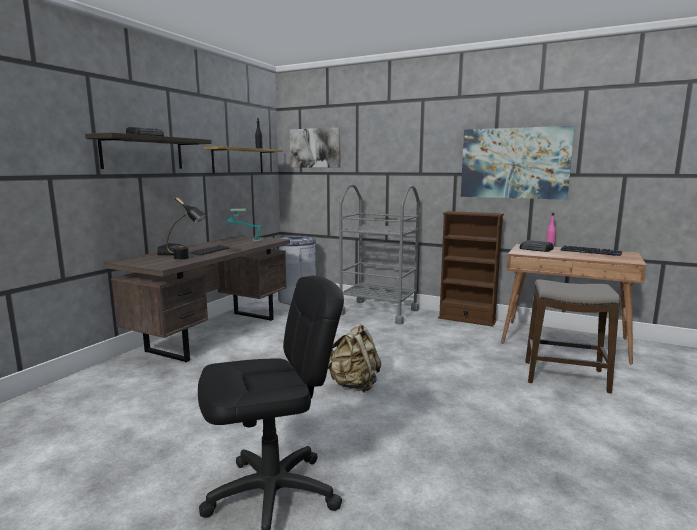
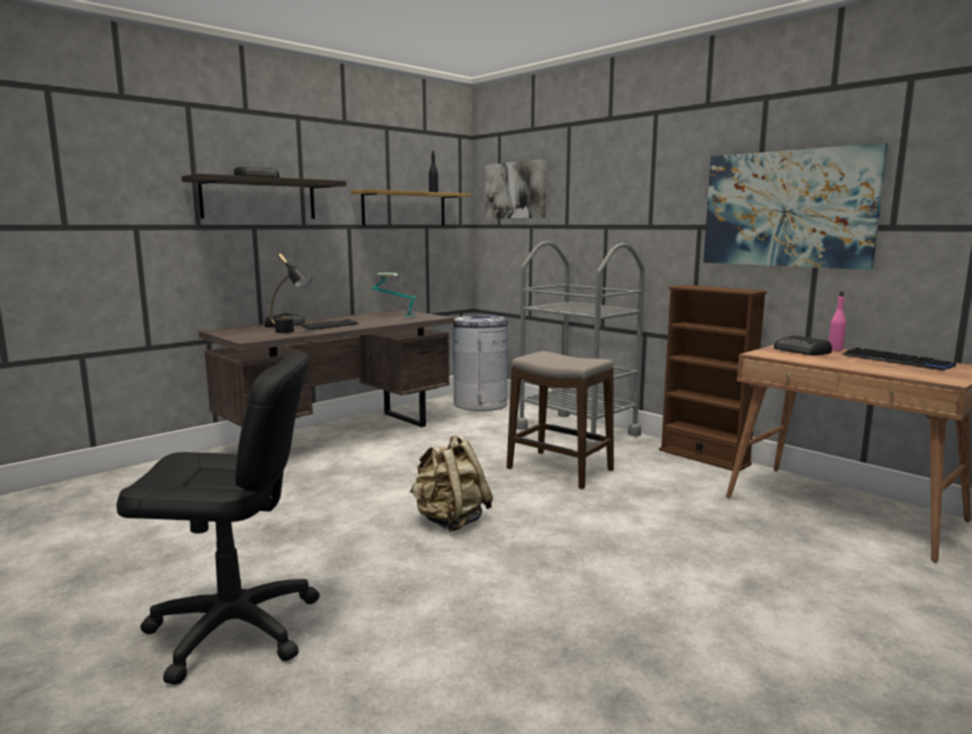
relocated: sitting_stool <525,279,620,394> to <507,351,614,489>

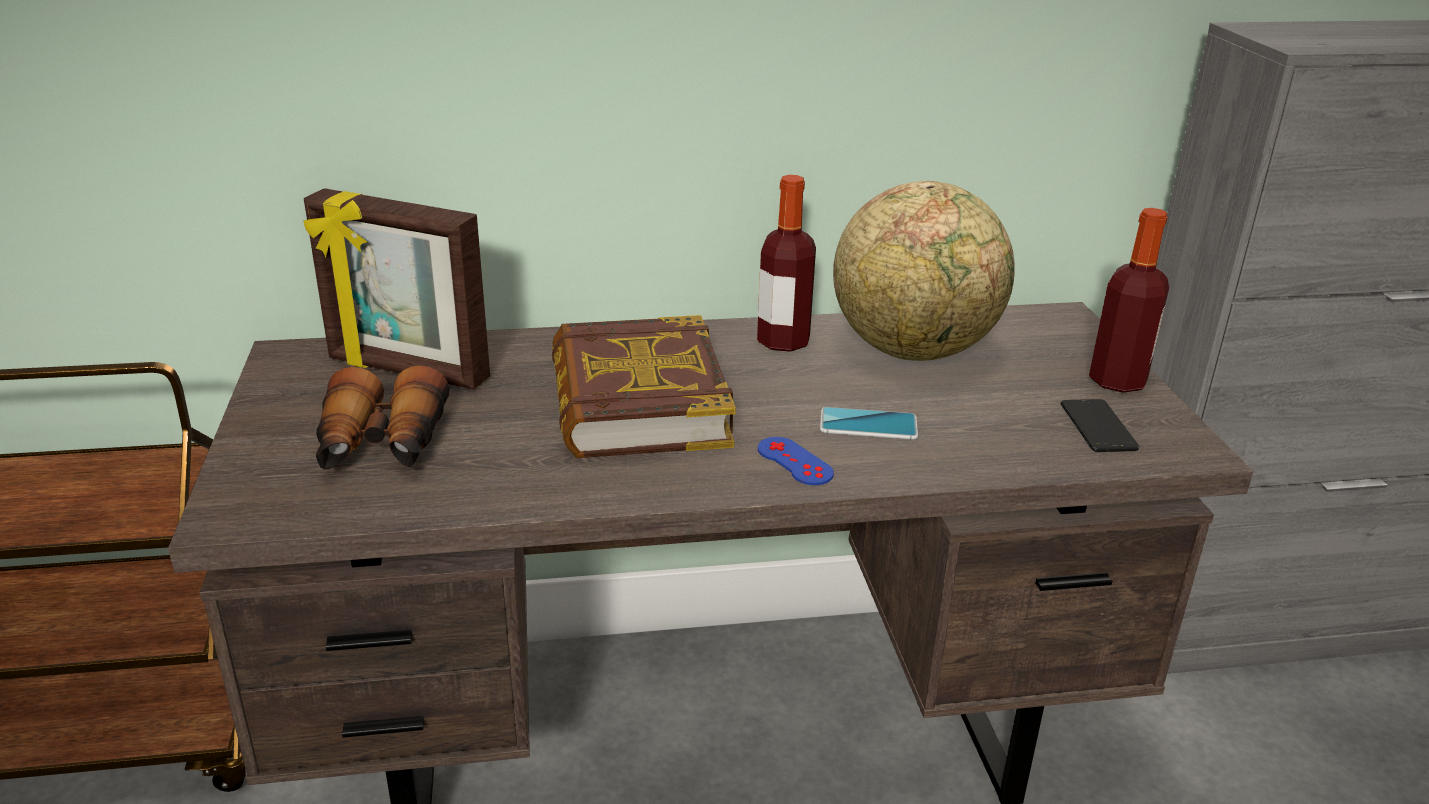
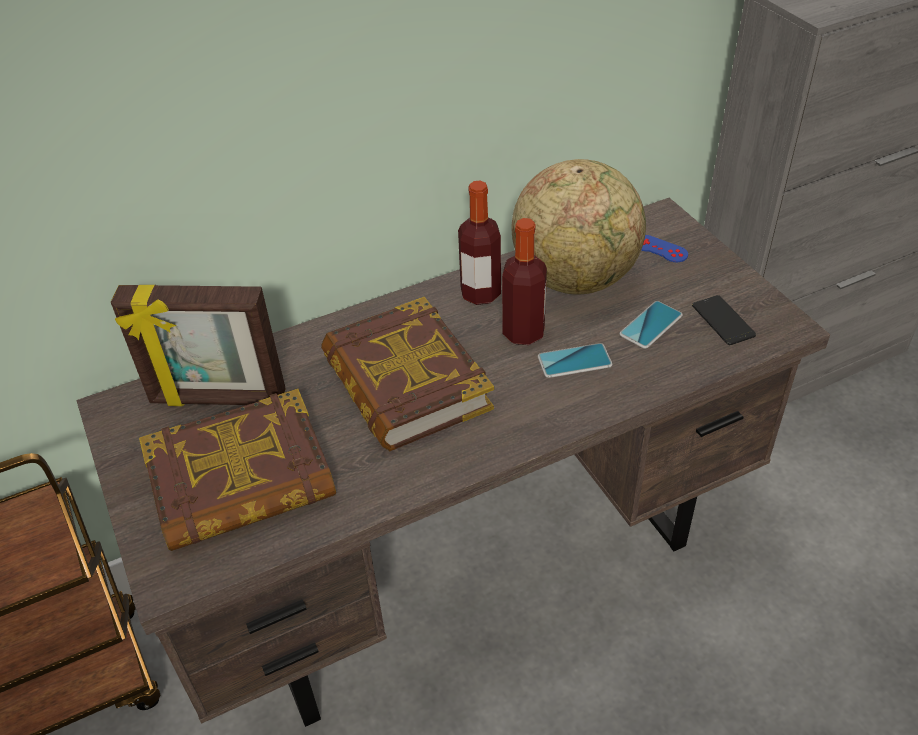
appeared: handset <619,301,683,349>
relocated: blue_joypad <758,437,834,485> to <641,235,688,262>; drink_bottle <1089,208,1169,393> to <502,218,547,345>
exchanged: pair_of_binoculars <316,366,450,469> to book <139,389,336,551>

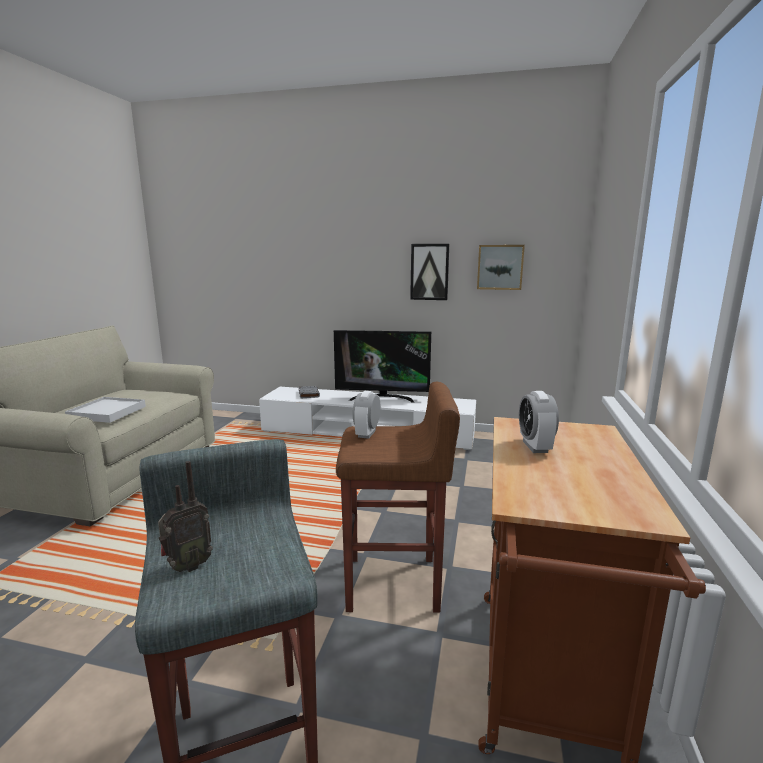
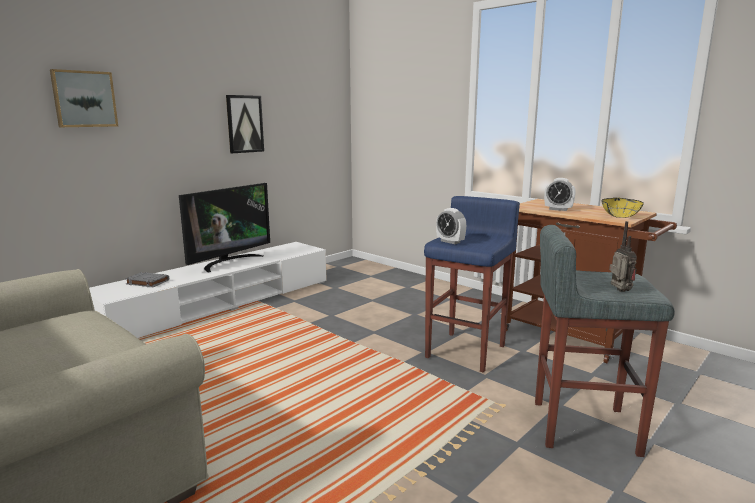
missing: white-coloured_carrying_tray <65,397,146,423>
appeared: yellowish_serving_bowl <601,198,644,218>
relocated: wall_art <477,245,525,290> to <50,69,118,127>
colour: brownish_sitting_stool <336,382,460,612> to blue_sitting_stool <424,196,520,373>

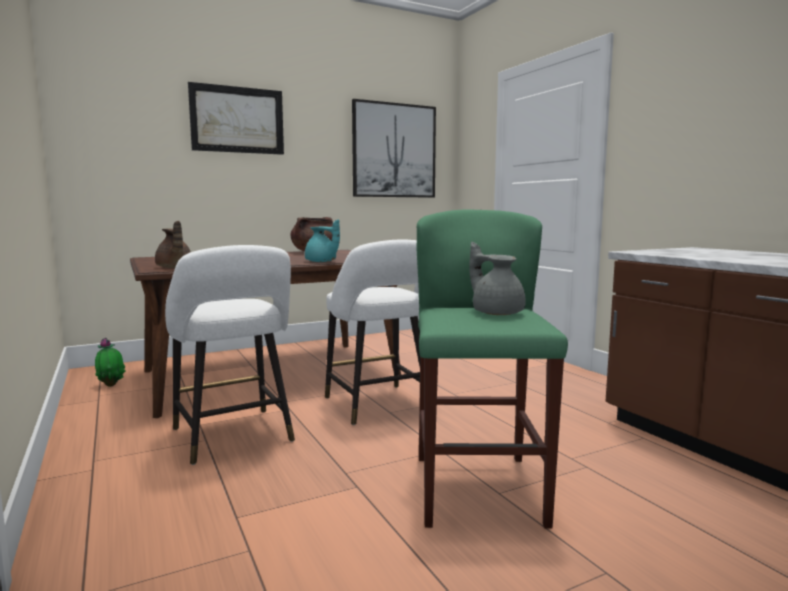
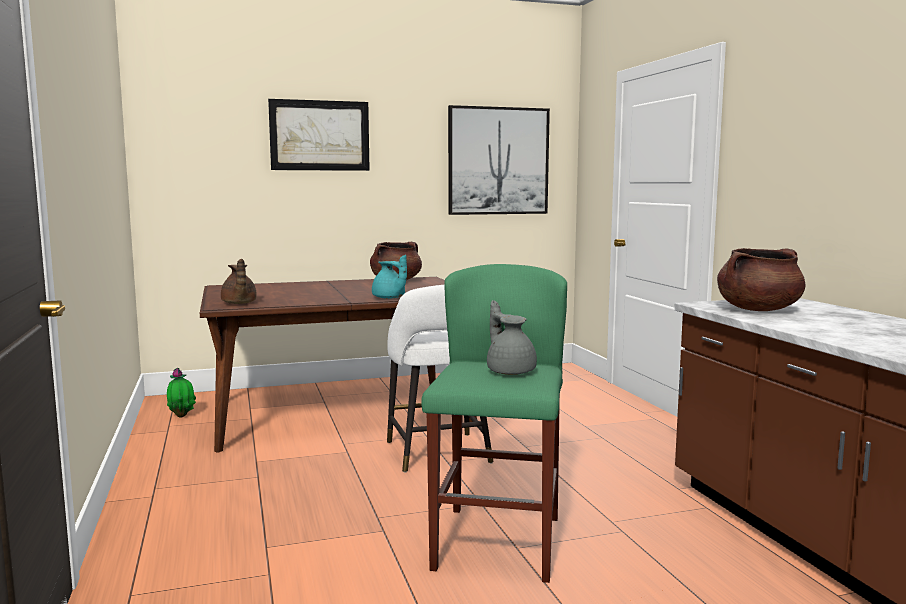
missing: white-coloured_sitting_stool <165,245,295,465>
appeared: brownish_saucepot <717,248,805,311>

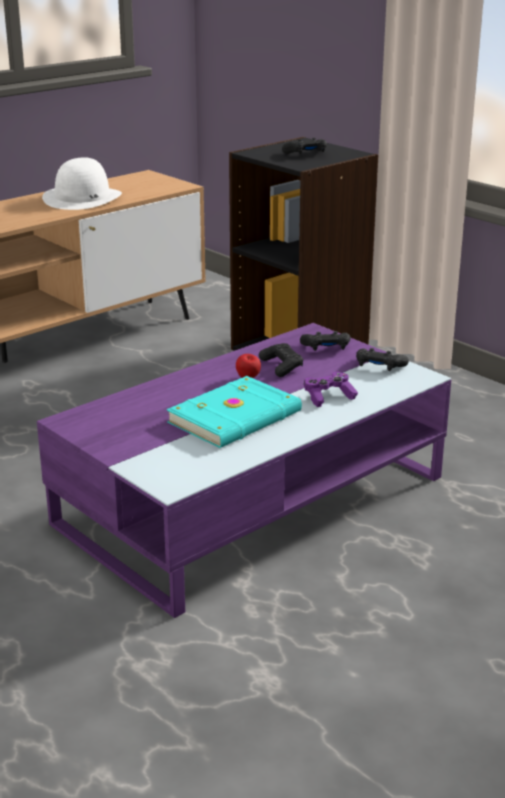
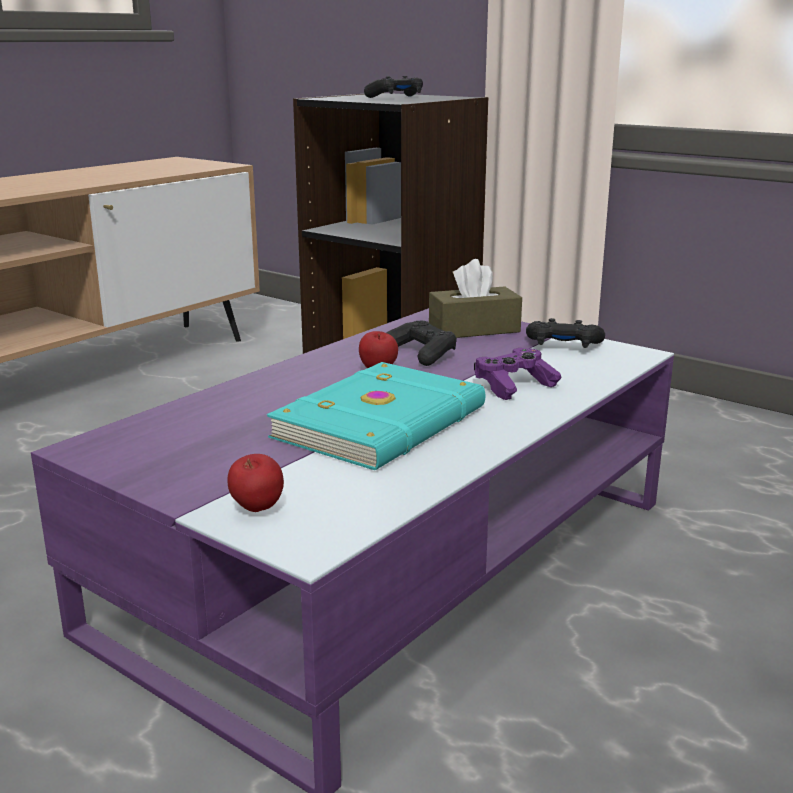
missing: white-coloured_hat <42,157,122,210>
appeared: apple <227,454,284,512>
exchanged: black_joypad <300,331,351,351> to brownish_tissue_box <429,259,522,338>

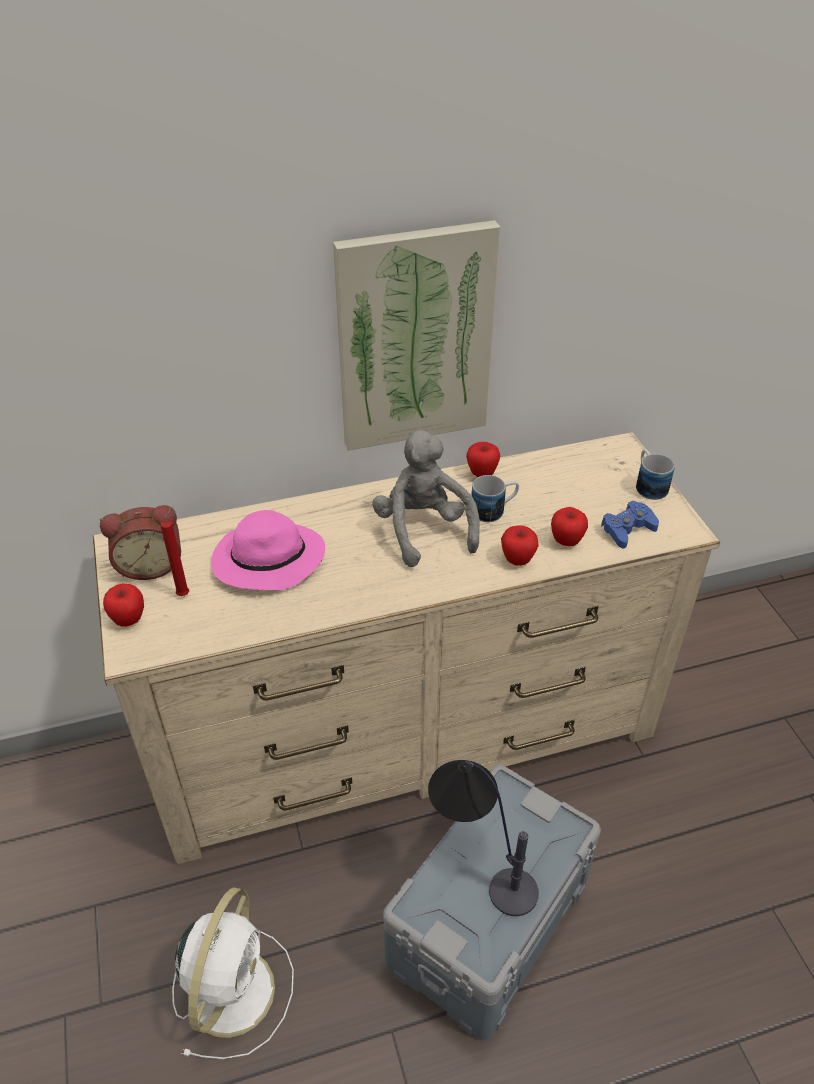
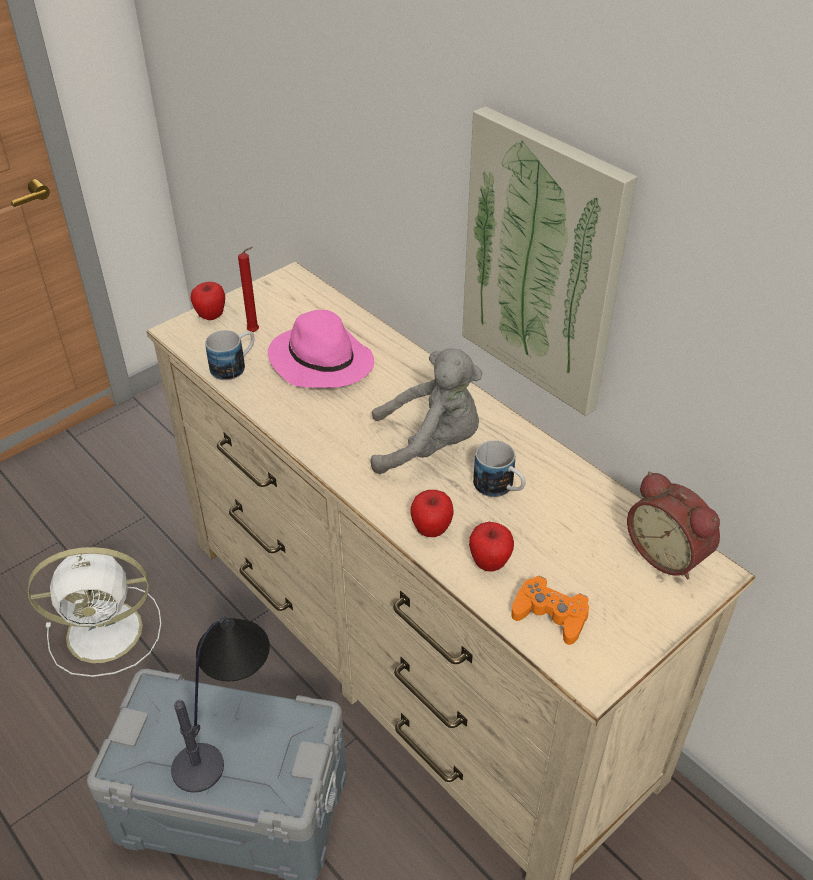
missing: apple <466,442,500,477>
relocated: alarm_clock <100,505,181,580> to <627,472,720,579>; coffee_mug <636,449,675,500> to <205,330,254,380>
colour: blue_joypad <601,501,659,549> to orange_joypad <511,576,589,645>
spun: gray_plush_toy <372,430,480,567> = <371,349,482,474> 45 degrees clockwise

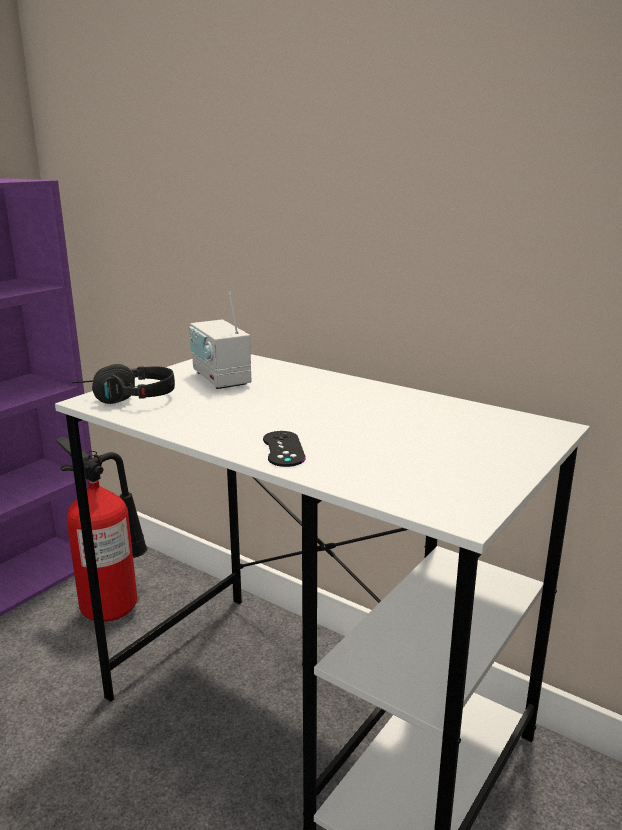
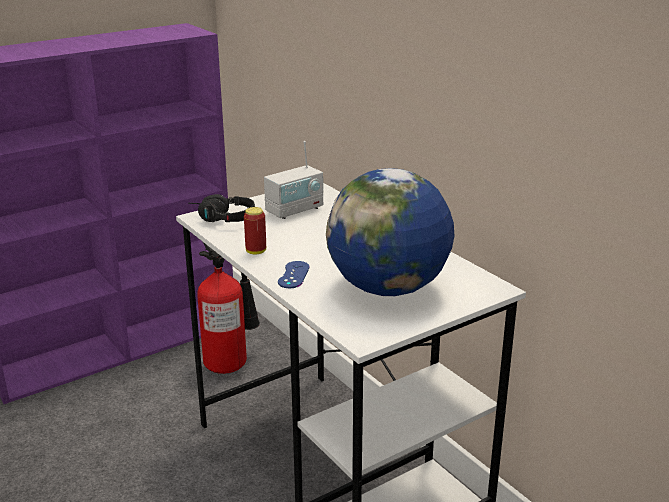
appeared: can <244,207,266,255>; world_globe <326,168,454,296>
colour: black_joypad <263,431,305,467> to blue_joypad <278,261,310,288>
spun: radio <189,291,251,389> = <264,141,323,219> 120 degrees counterclockwise

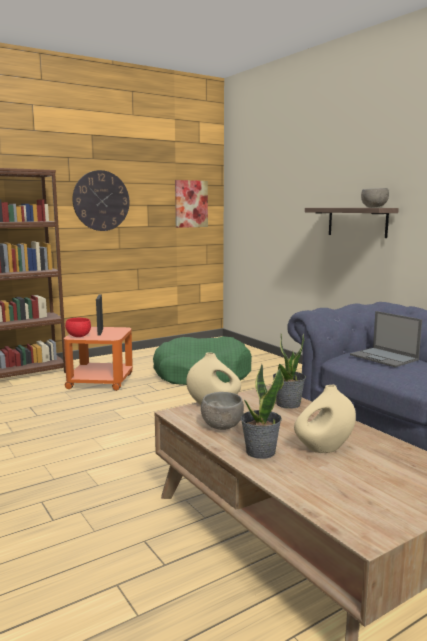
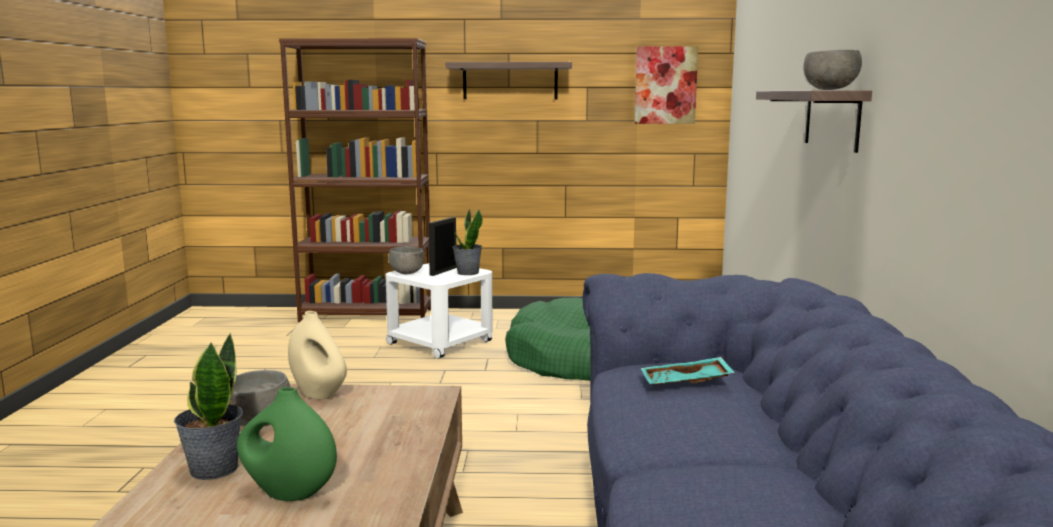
relocated: plant_in_a_pot <273,334,306,409> to <452,209,483,275>
exchanged: wall_clock <72,170,129,231> to shelf <446,62,572,99>; portable_computer <350,311,422,367> to blue-green_carrying_tray <641,357,735,385>
colour: orange_accent_table <64,327,133,391> to white-coloured_accent_table <385,263,493,359>; reddish_serving_bowl <65,318,91,337> to gray_serving_bowl <388,246,424,274>; beige_decorative_vase <294,385,356,453> to greenish_decorative_vase <237,387,337,501>

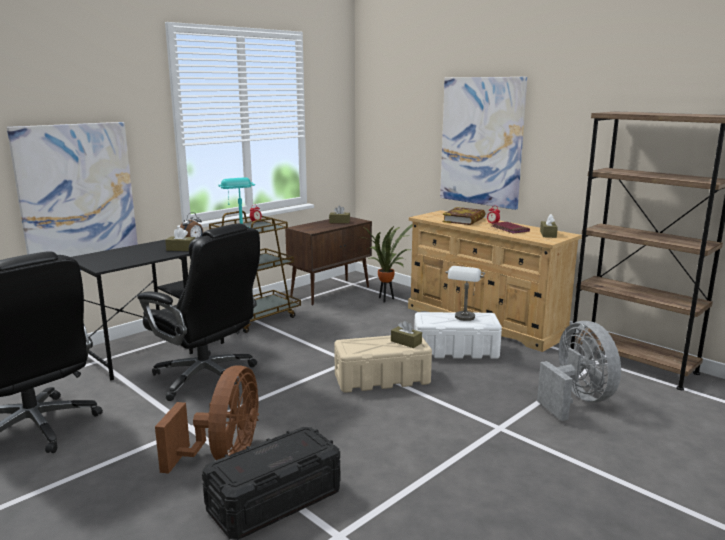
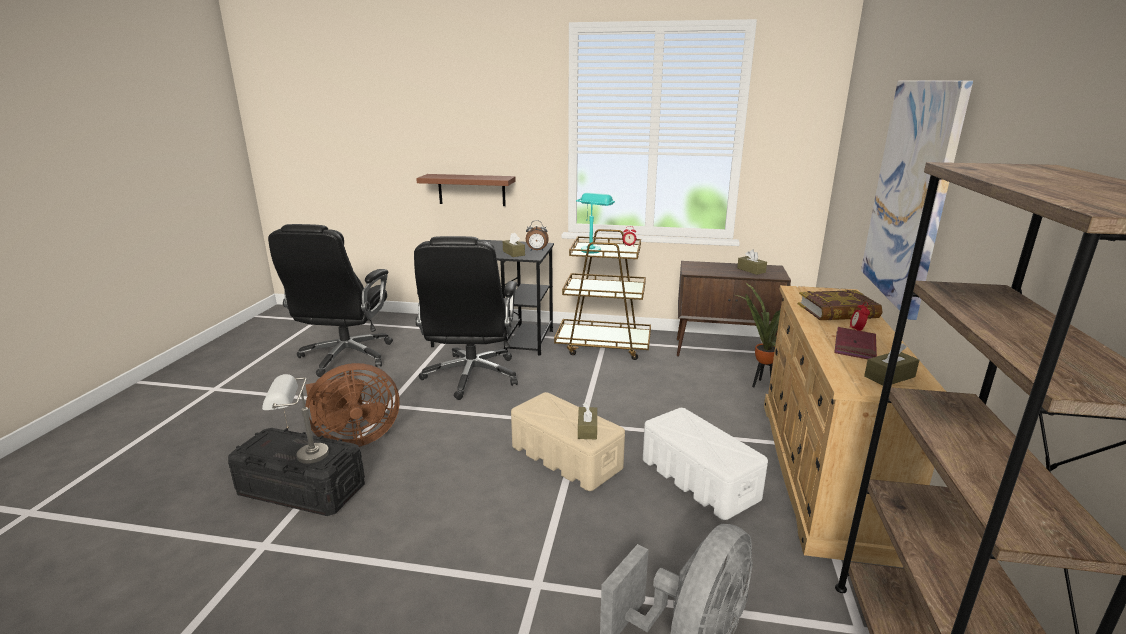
relocated: gray_tabletop_lamp <445,266,485,321> to <262,374,329,464>
exchanged: wall_art <7,122,138,270> to brownish_shelf <416,174,516,206>

